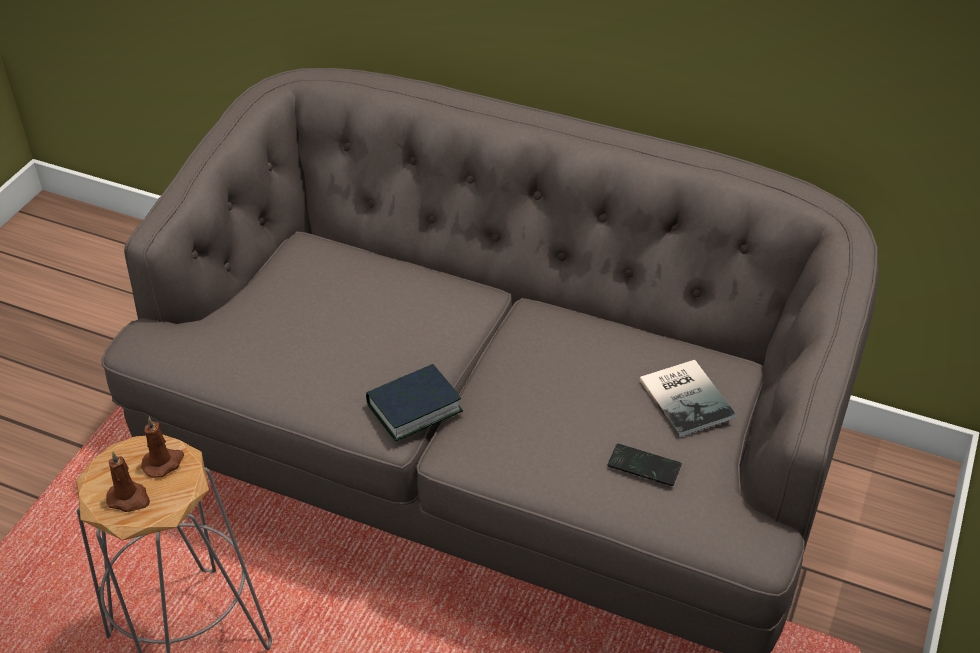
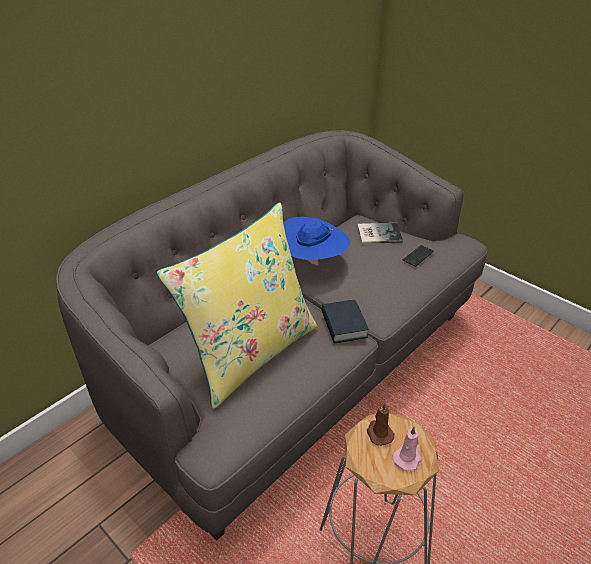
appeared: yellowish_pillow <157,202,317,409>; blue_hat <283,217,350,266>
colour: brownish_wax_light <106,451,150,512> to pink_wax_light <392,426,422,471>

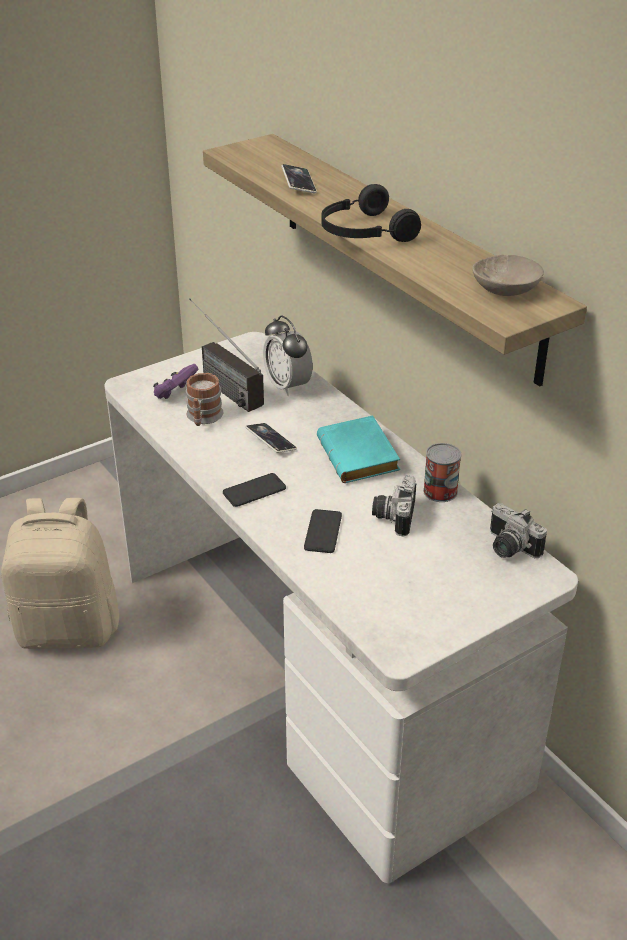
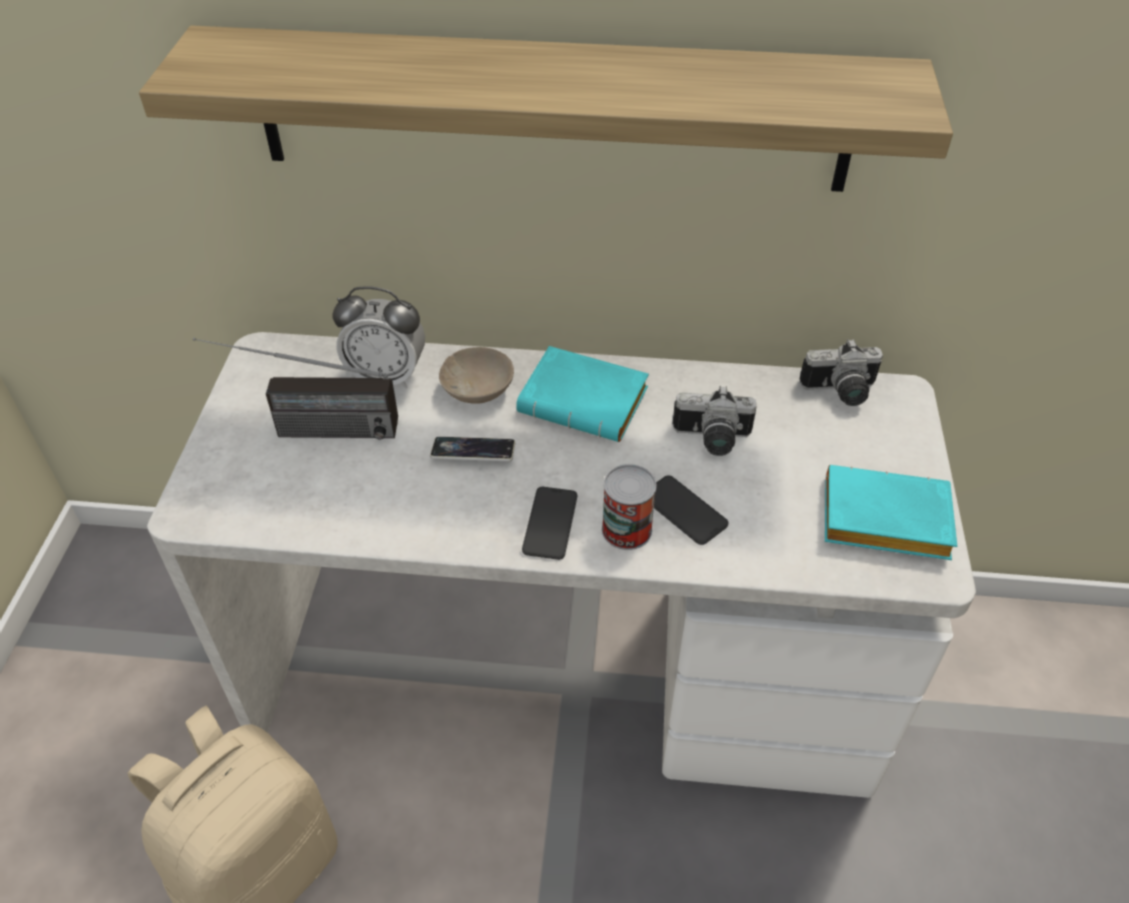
missing: purple-coloured_joypad <153,364,199,399>; coffee_mug <186,373,223,426>; handset <282,164,317,193>; black_pair_of_headphones <321,184,421,242>
appeared: blue-green_book <825,465,957,560>
relocated: can <423,443,461,502> to <602,464,657,550>; beige_serving_bowl <472,255,544,296> to <439,347,514,404>
spun: photo_camera <372,476,416,536> = <672,386,756,456> 45 degrees counterclockwise

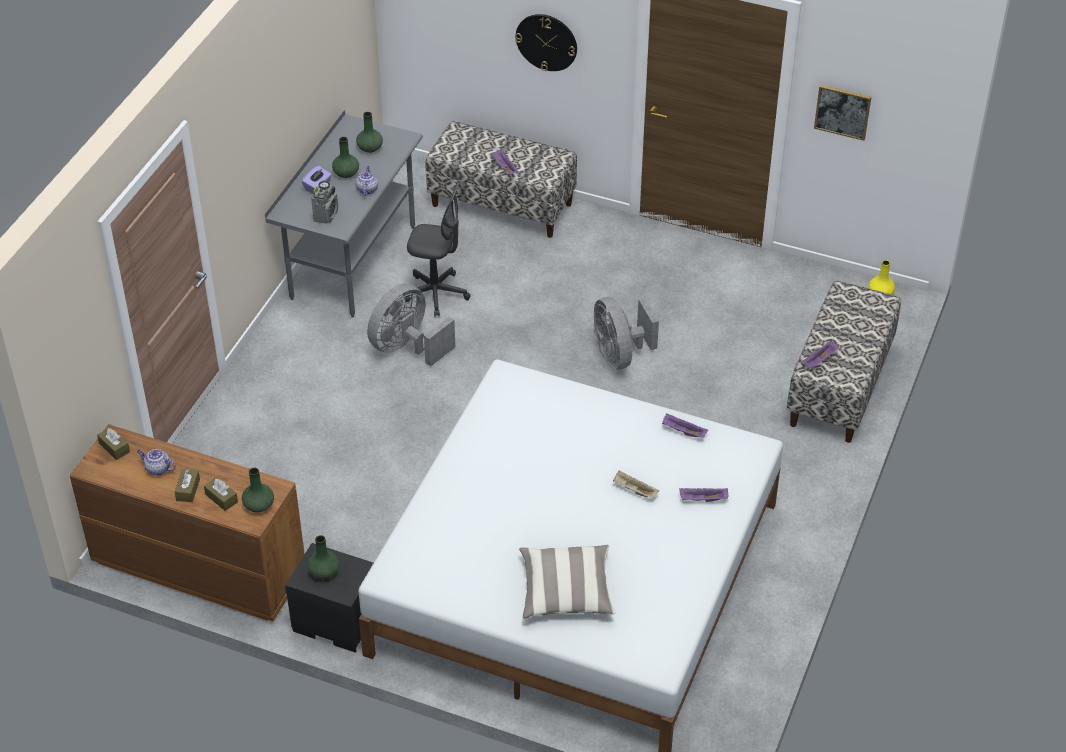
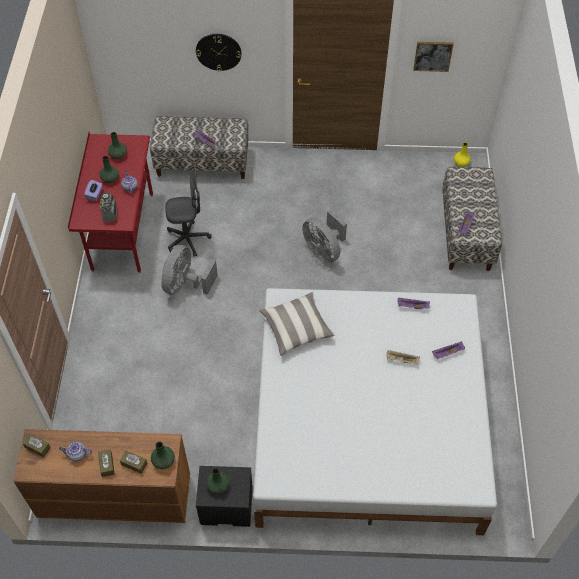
relocated: pillow <519,545,615,618> to <259,292,335,356>
colour: gray_desk <265,110,423,317> to reddish_desk <68,132,153,273>

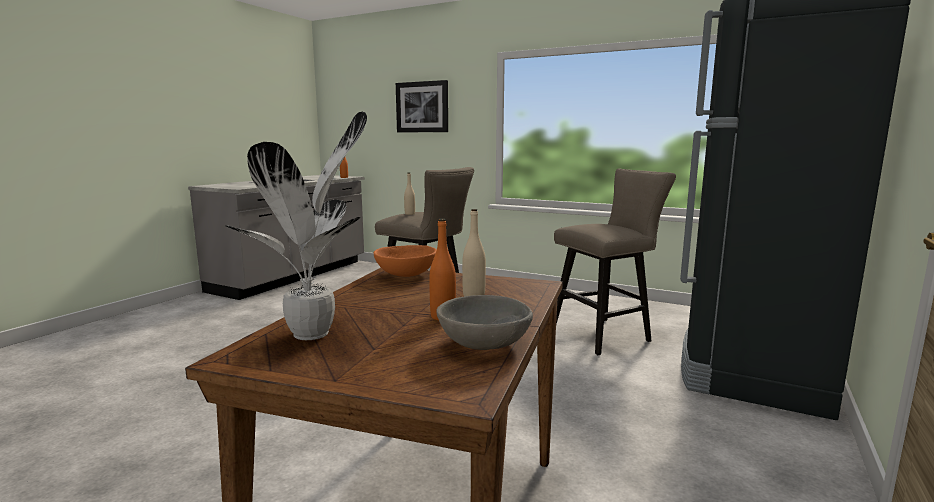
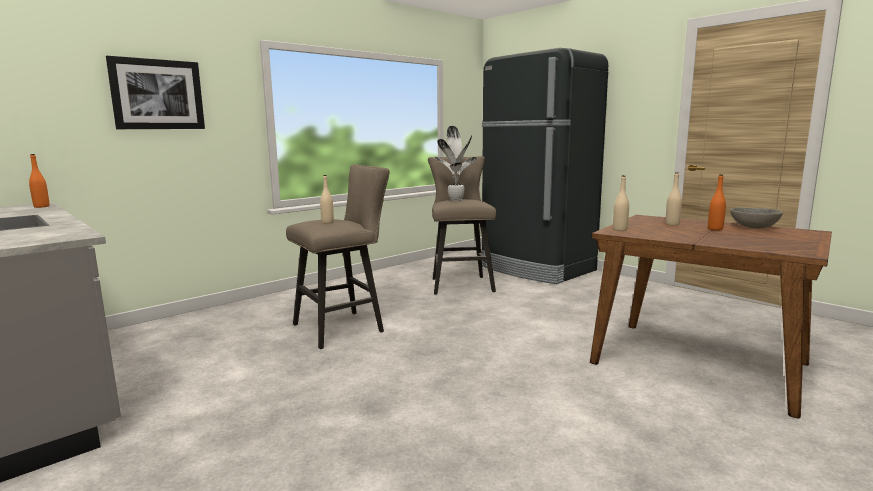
relocated: plant_in_a_pot <226,111,367,340> to <434,126,477,201>
exchanged: orange_serving_bowl <374,245,437,277> to beige_drink_bottle <613,175,629,231>

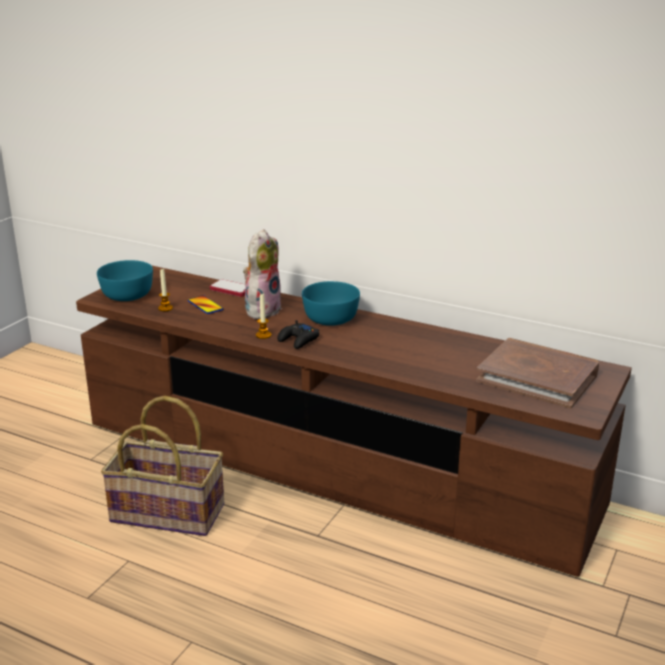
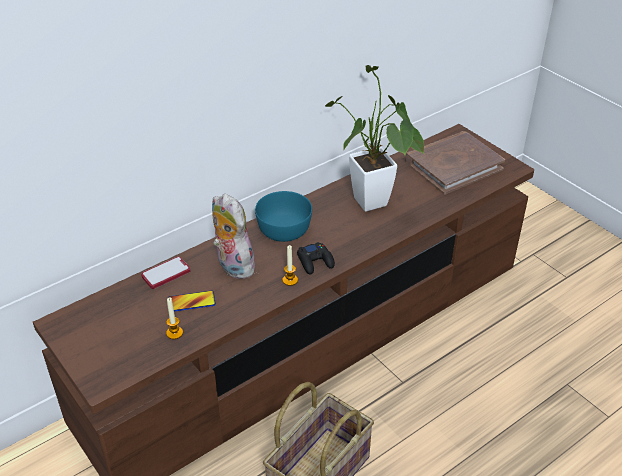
missing: blue-green_serving_bowl <97,260,153,301>
appeared: plant_in_a_pot <325,65,425,212>

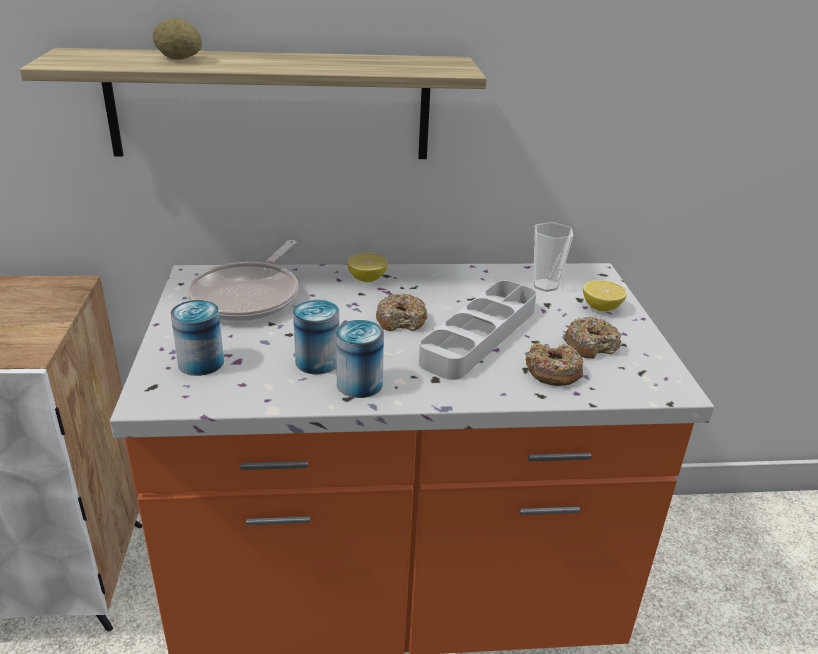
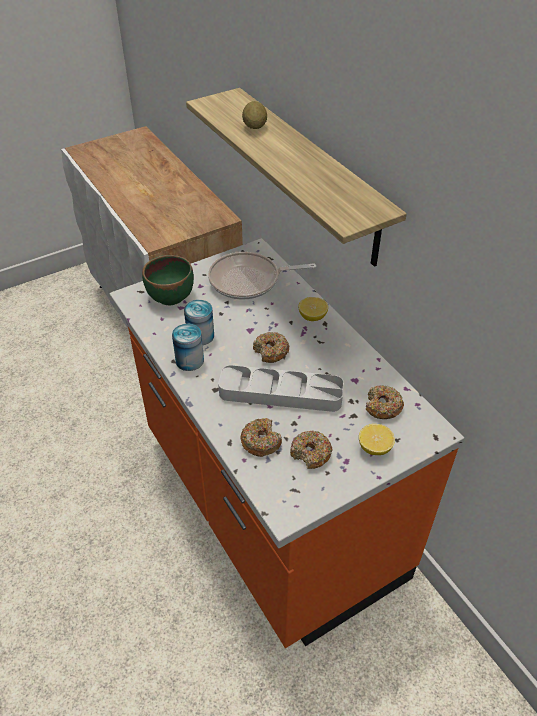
exchanged: can <170,300,224,376> to greenish_serving_bowl <142,255,194,305>; cup <533,222,573,292> to donut <366,385,404,419>

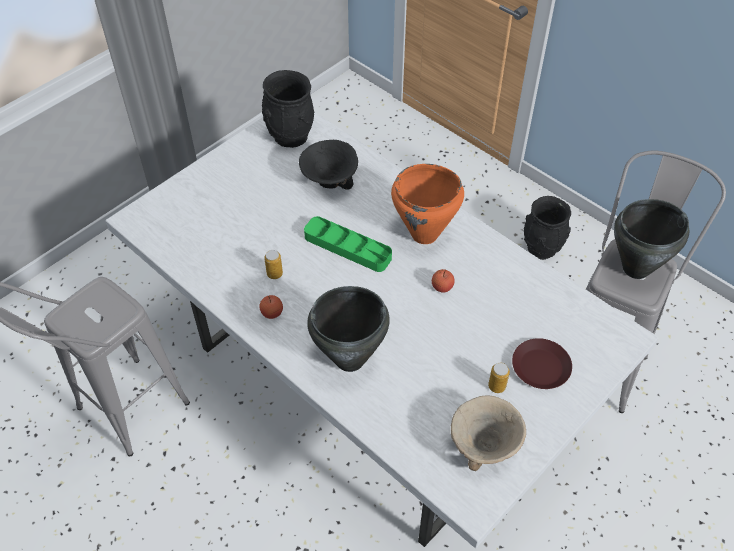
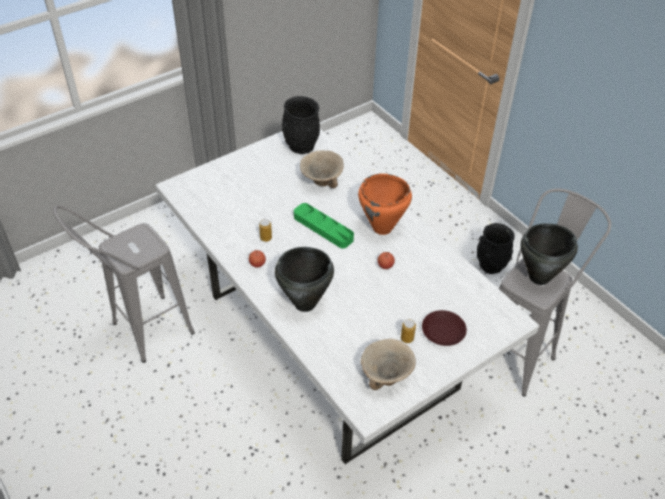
colour: black_serving_bowl <299,140,358,190> to beige_serving_bowl <300,150,344,188>

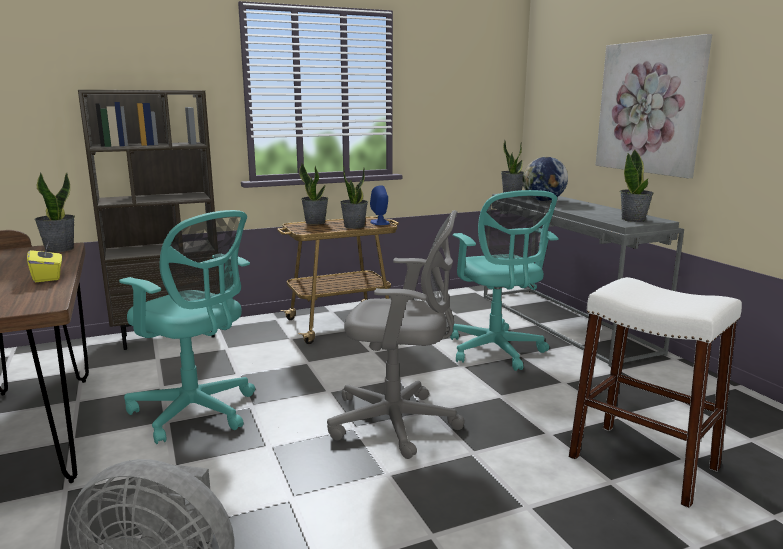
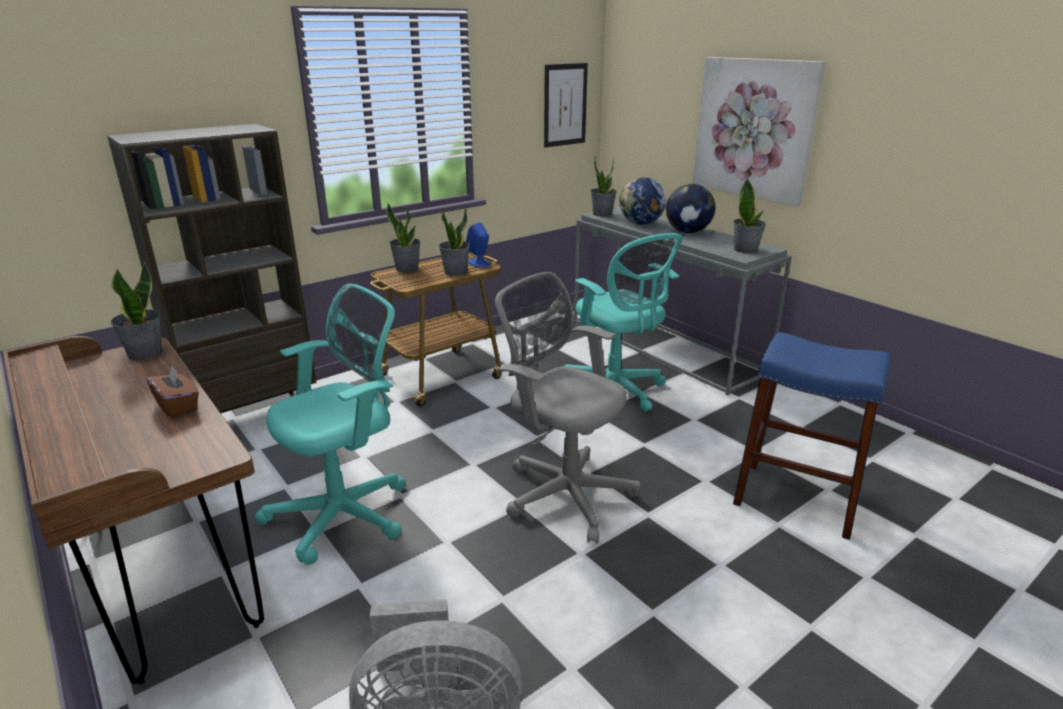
appeared: wall_art <544,63,588,148>; world_globe <666,184,715,233>
colour: yellowish_tissue_box <27,242,62,282> to brownish_tissue_box <146,365,199,418>; white-coloured_sitting_stool <568,277,742,508> to blue_sitting_stool <733,332,890,540>
spun: blue-green_desk_chair <119,210,255,444> = <255,284,406,565> 60 degrees counterclockwise; gray_desk_chair <327,210,465,459> = <495,272,640,543> 135 degrees counterclockwise

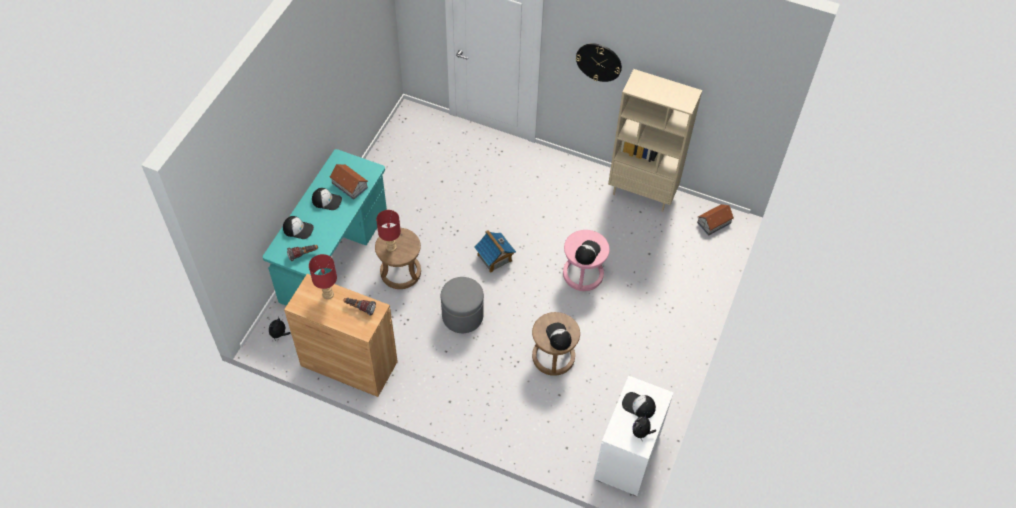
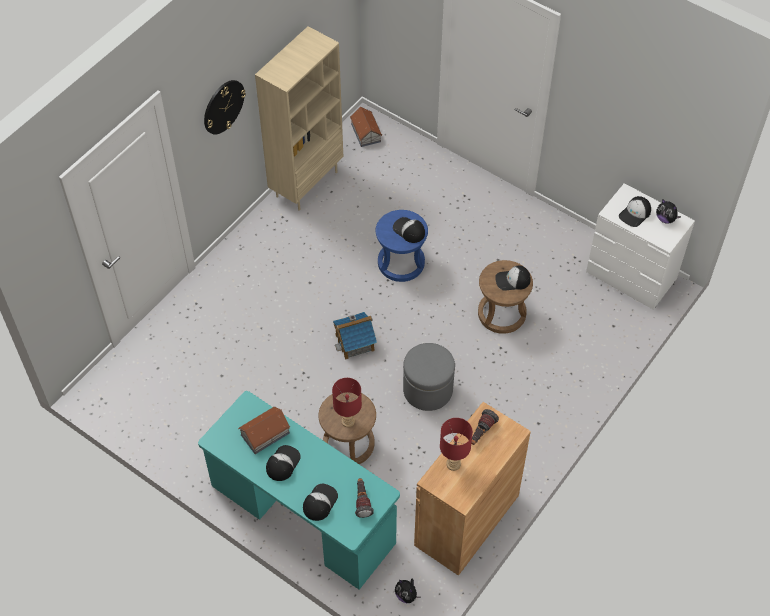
colour: pink_sitting_stool <563,230,610,291> to blue_sitting_stool <376,210,428,282>

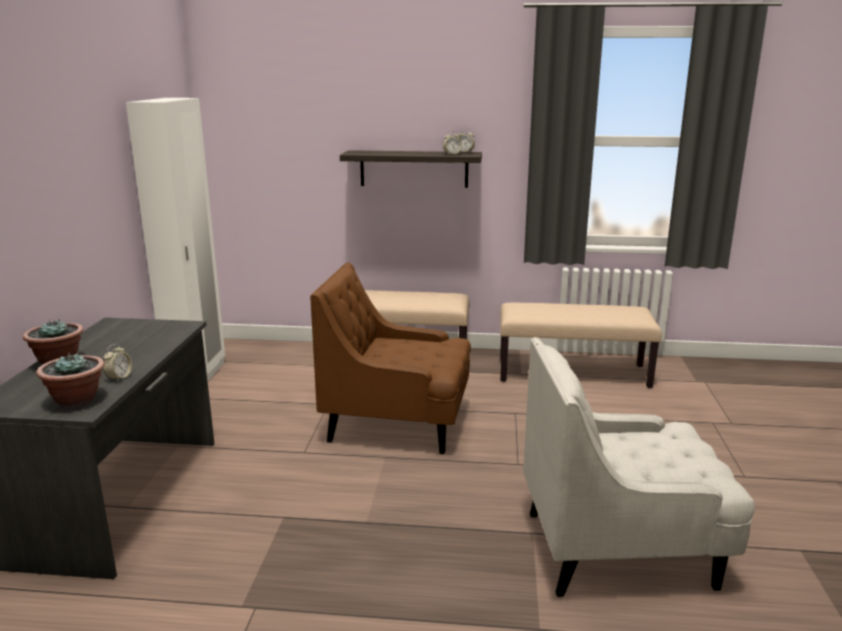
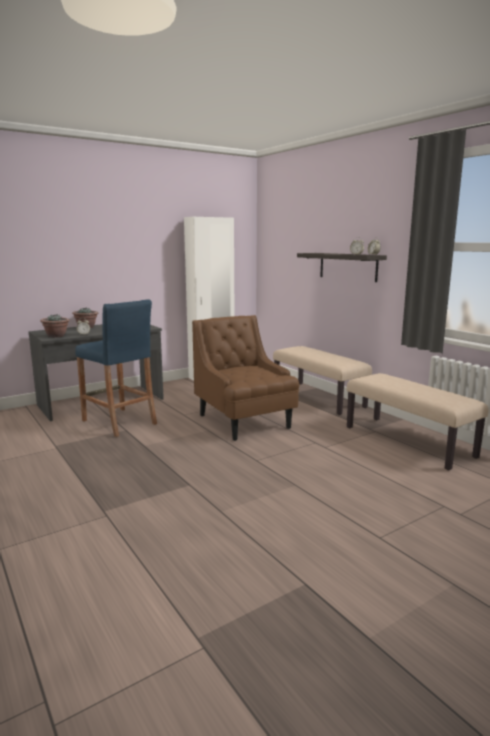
missing: white-coloured_armchair <523,337,755,597>
appeared: blue_sitting_stool <75,299,157,437>

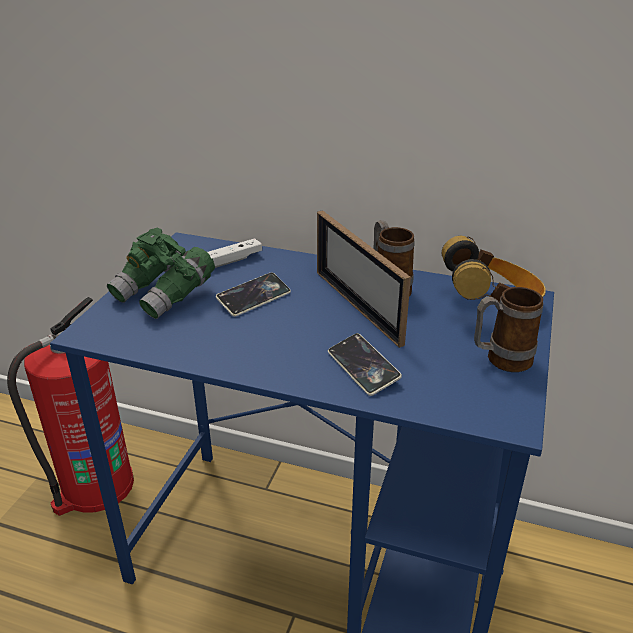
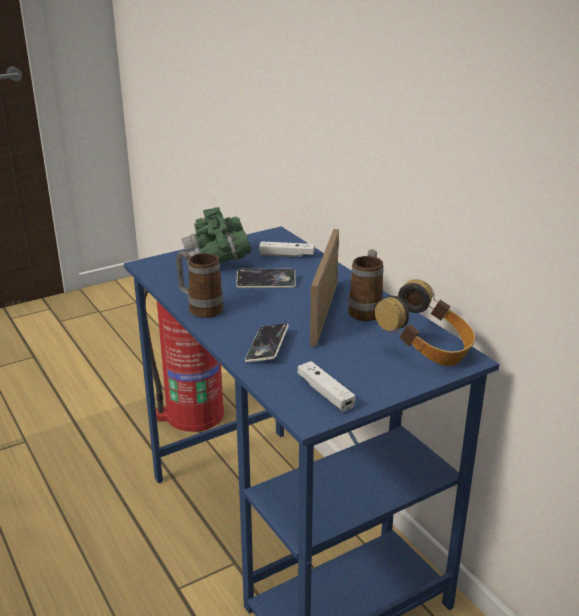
appeared: white-coloured_joypad <298,361,356,412>
relocated: coffee_mug <474,287,543,372> to <176,251,223,318>

